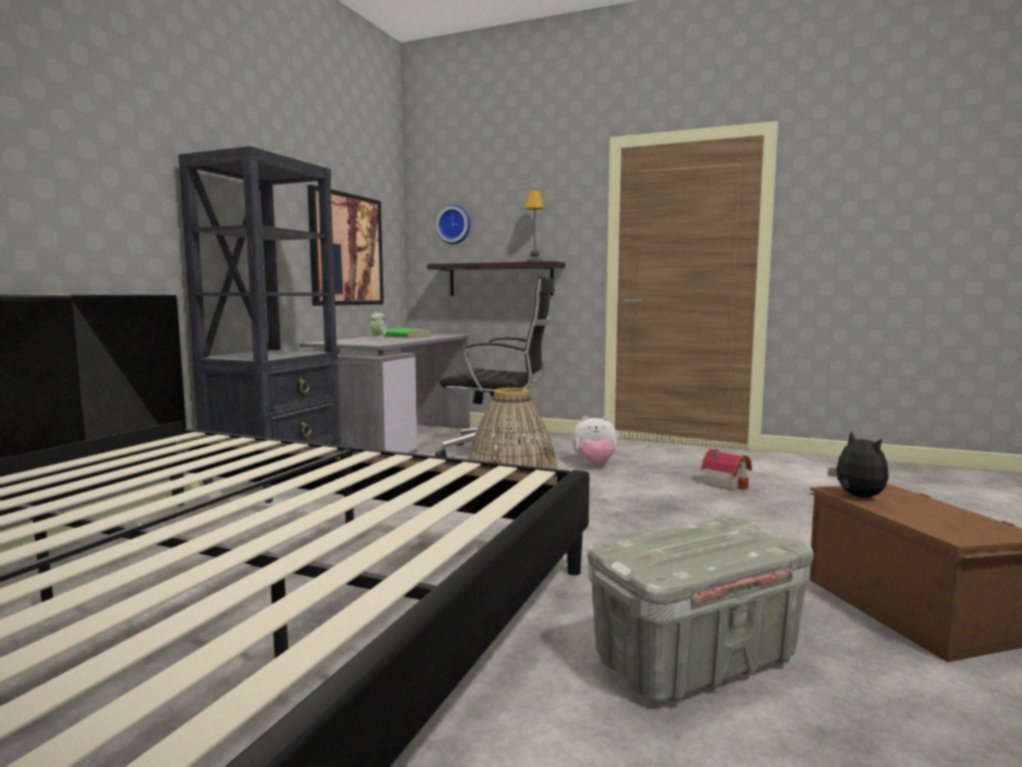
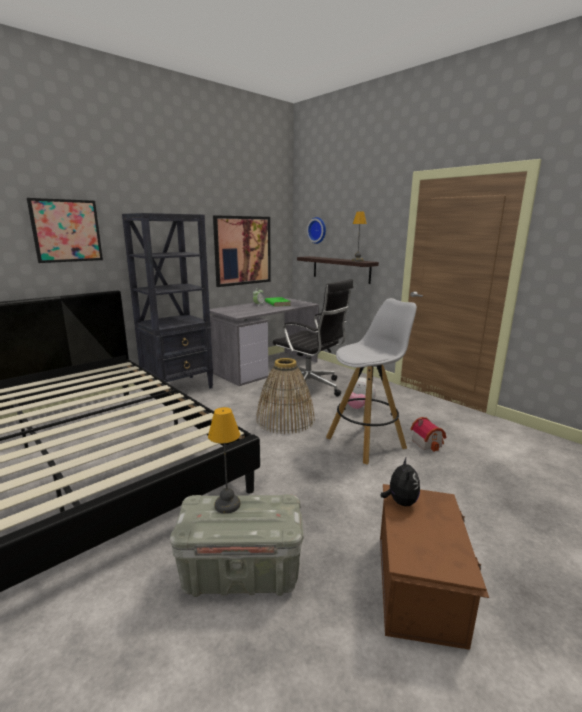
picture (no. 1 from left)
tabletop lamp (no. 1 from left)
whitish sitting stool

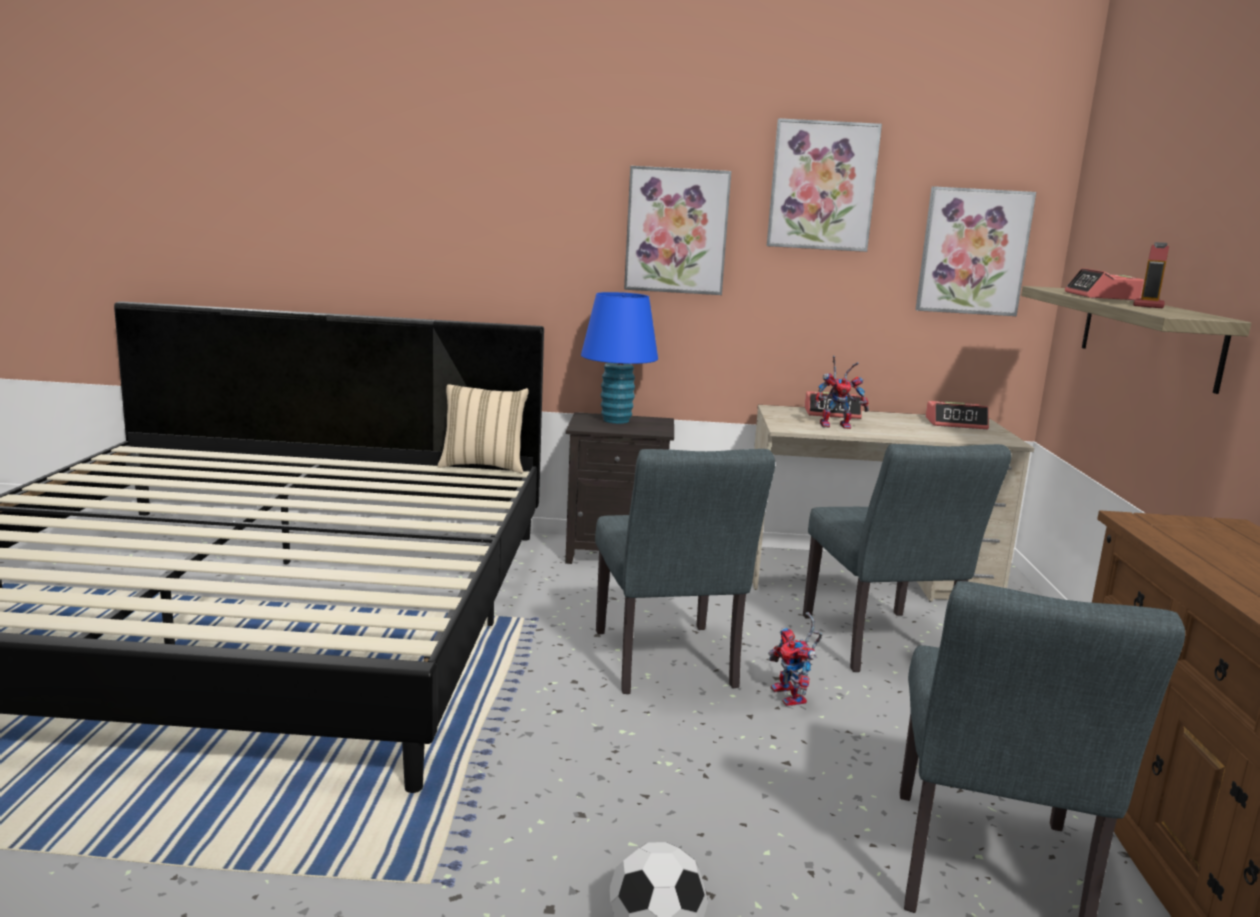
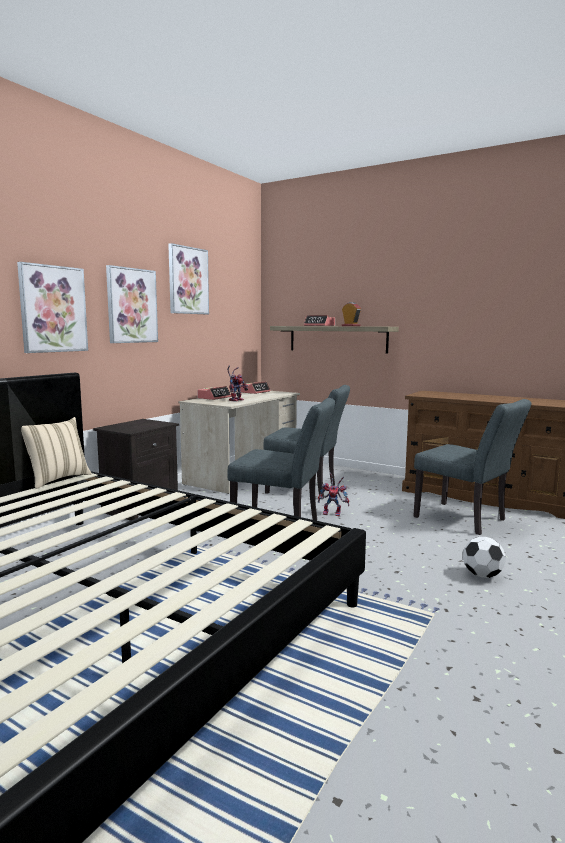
blue-coloured tabletop lamp
picture (no. 1 from left)

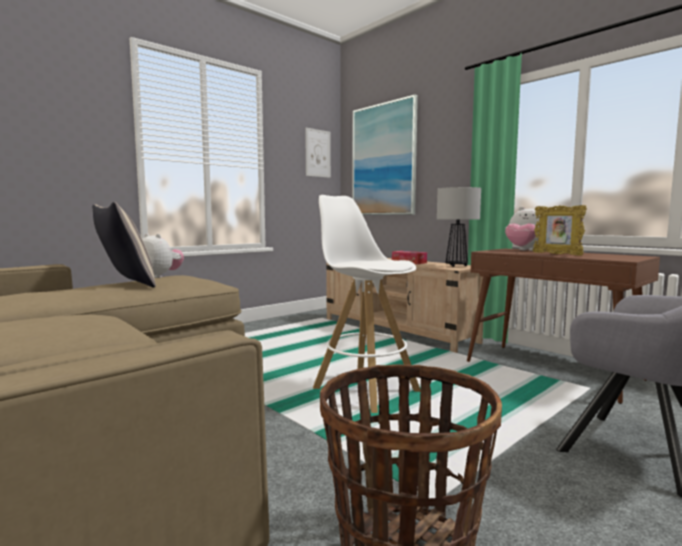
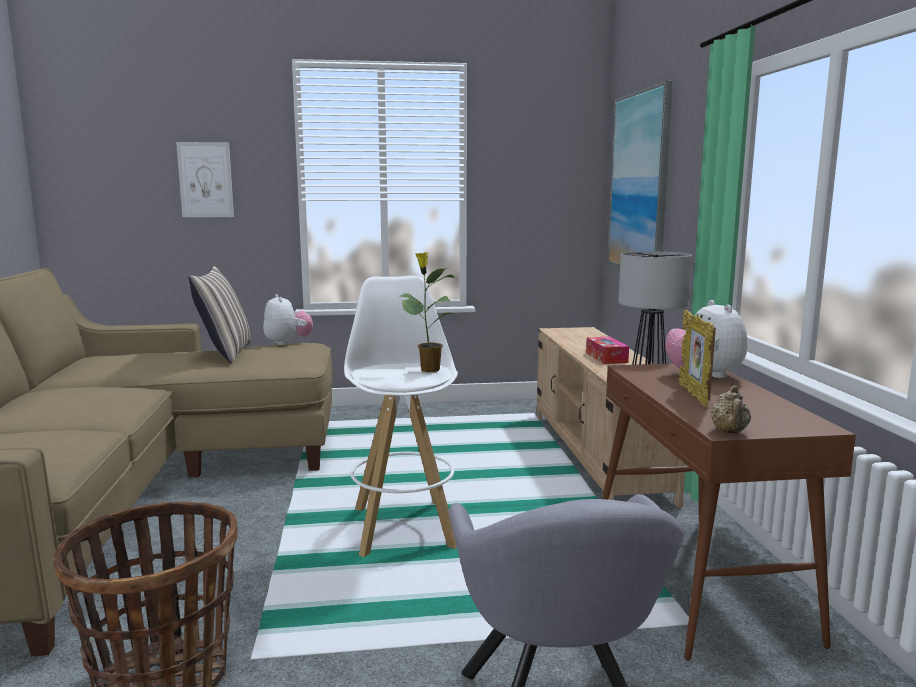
potted plant
sand-coloured pot for tea
picture (no. 1 from left)

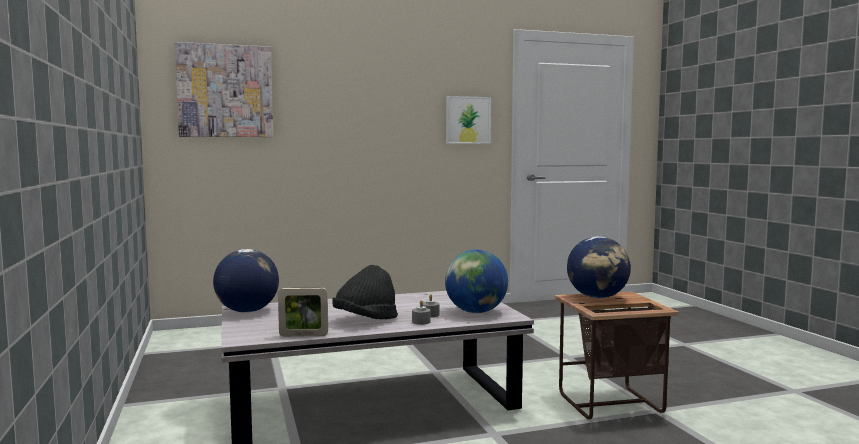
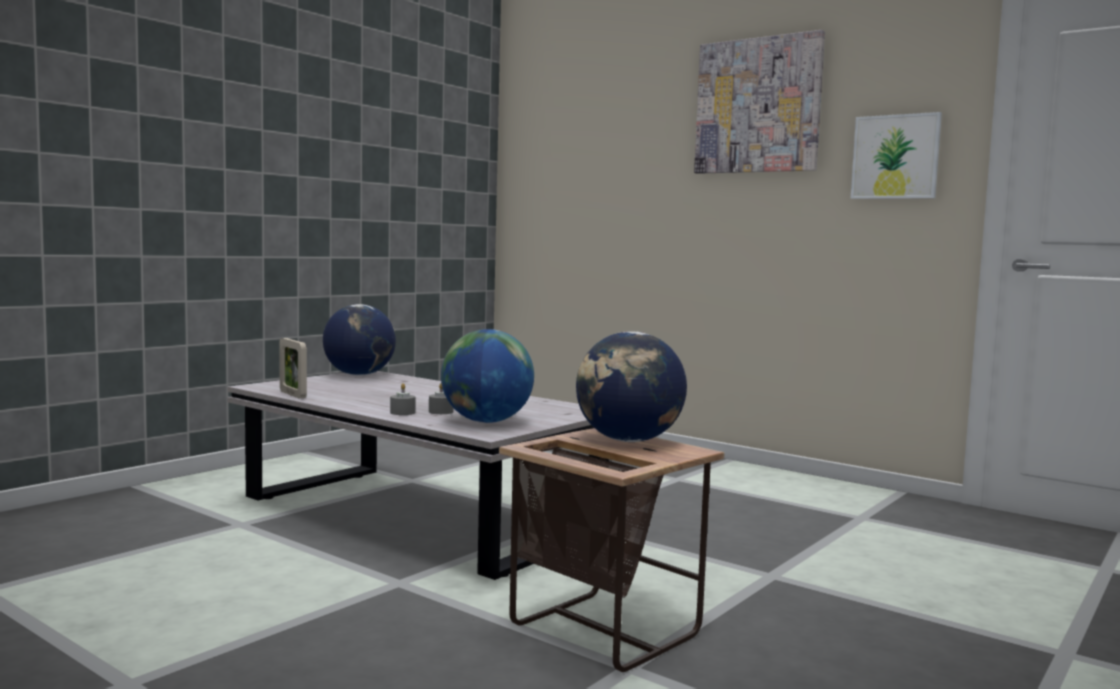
black-coloured clothing hat
picture (no. 1 from left)

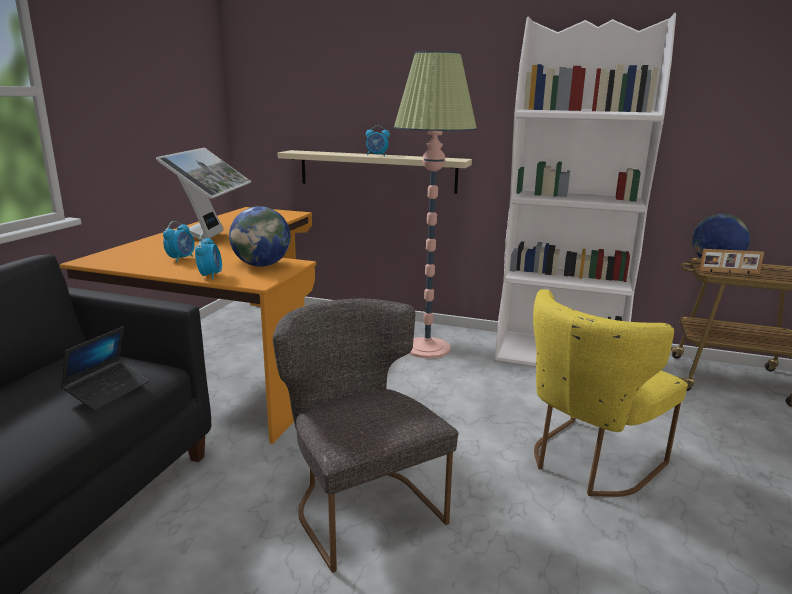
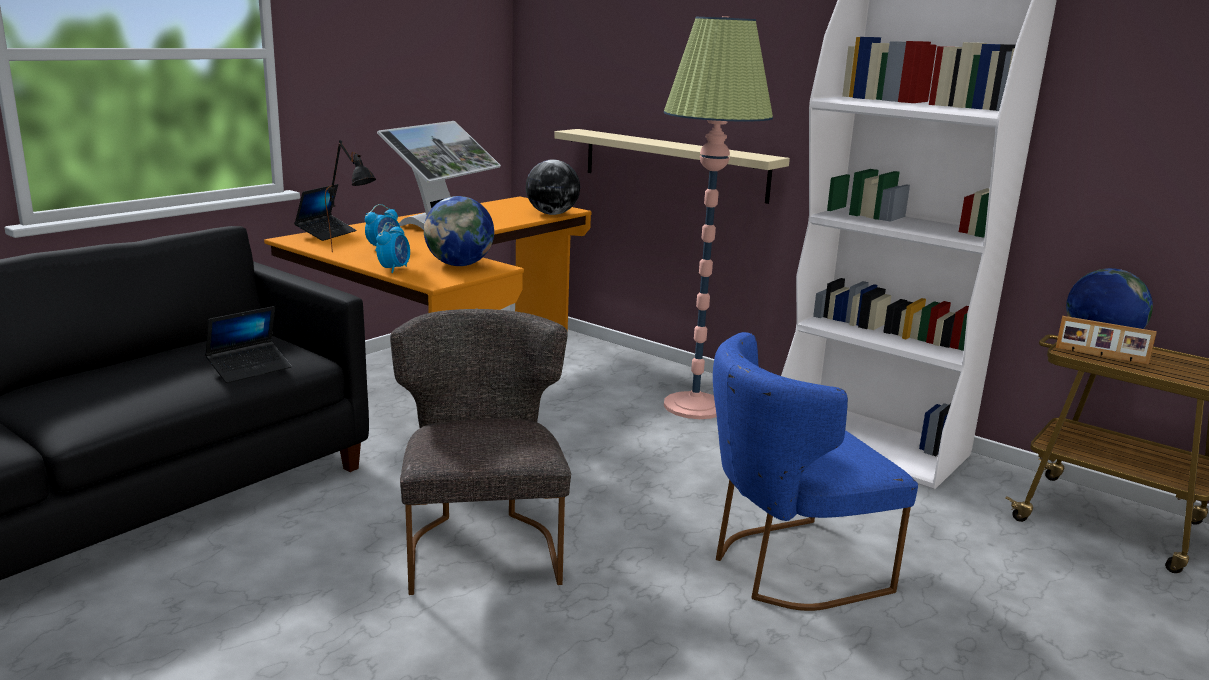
bedside clock (no. 3 from left in the first image)
portable computer (no. 2 from left)
black-coloured tabletop lamp
desk globe (no. 2 from left)
blue-coloured upright chair

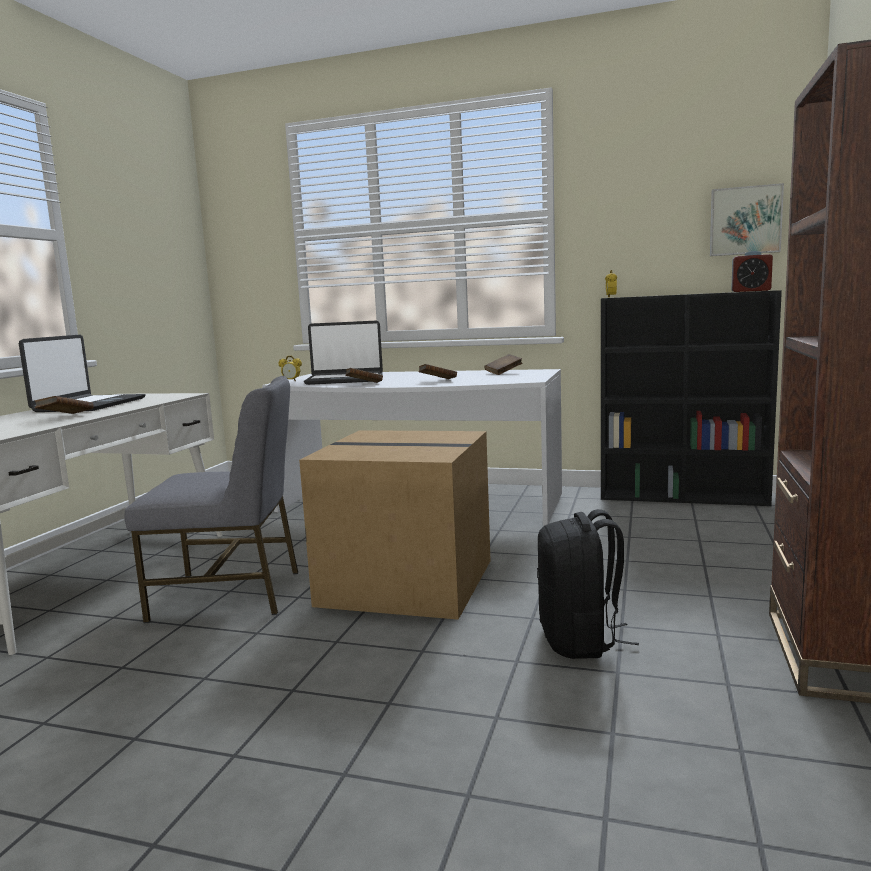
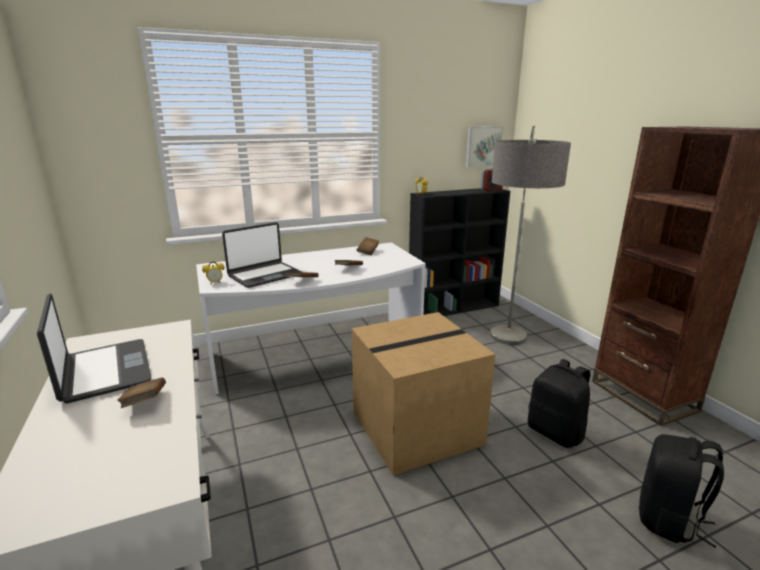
gray upright chair
floor lamp
black-coloured knapsack (no. 2 from left)

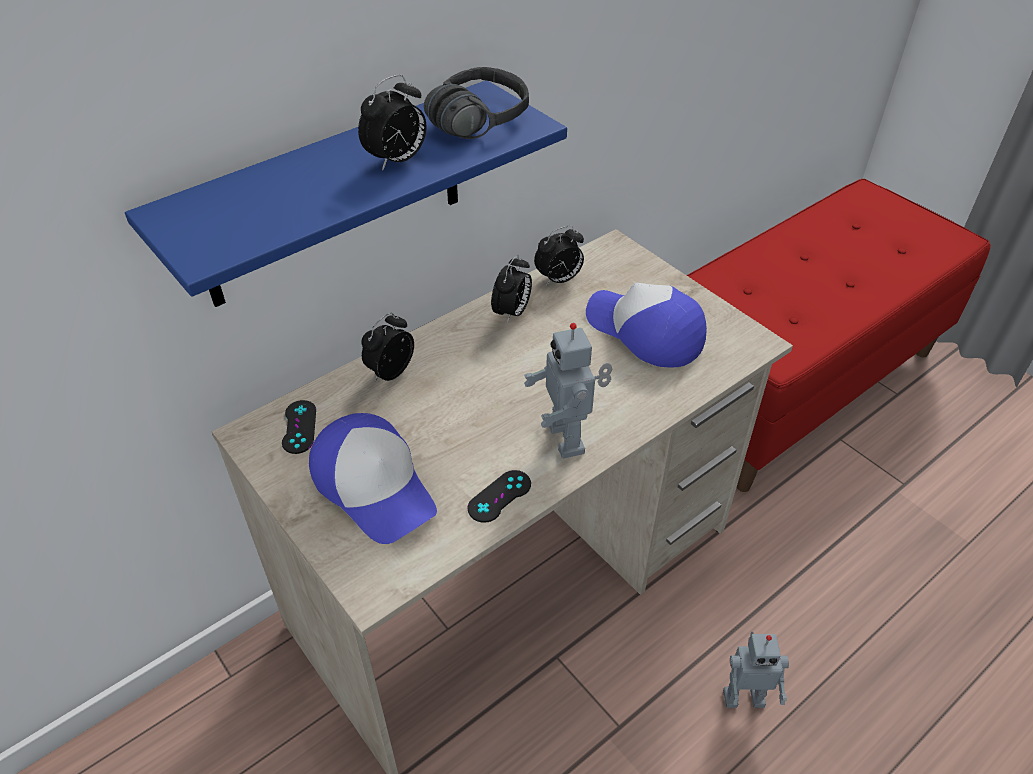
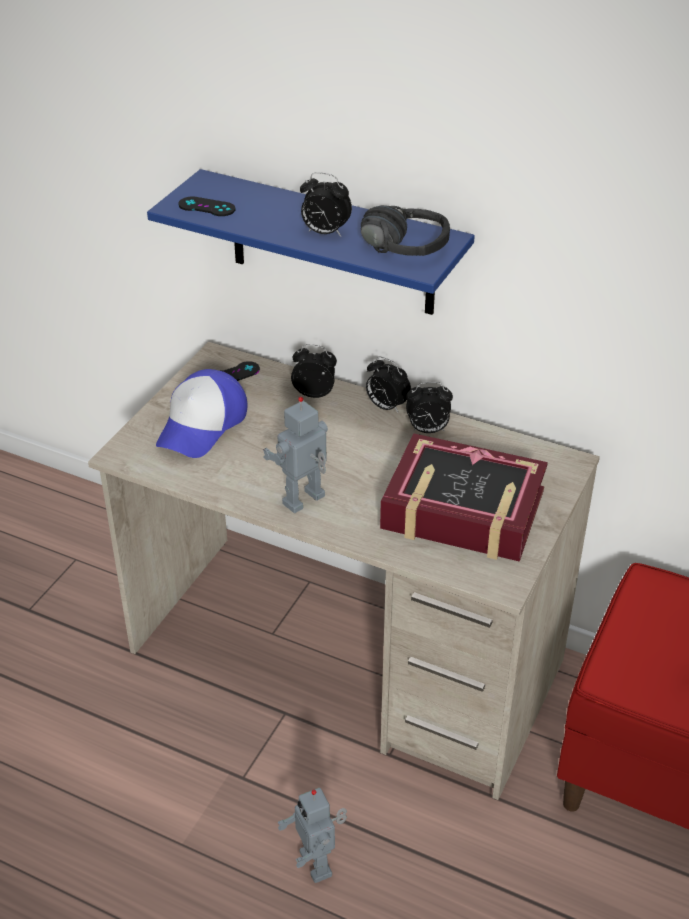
black-coloured gamepad (no. 1 from left)
bedside clock (no. 3 from left)
bound book

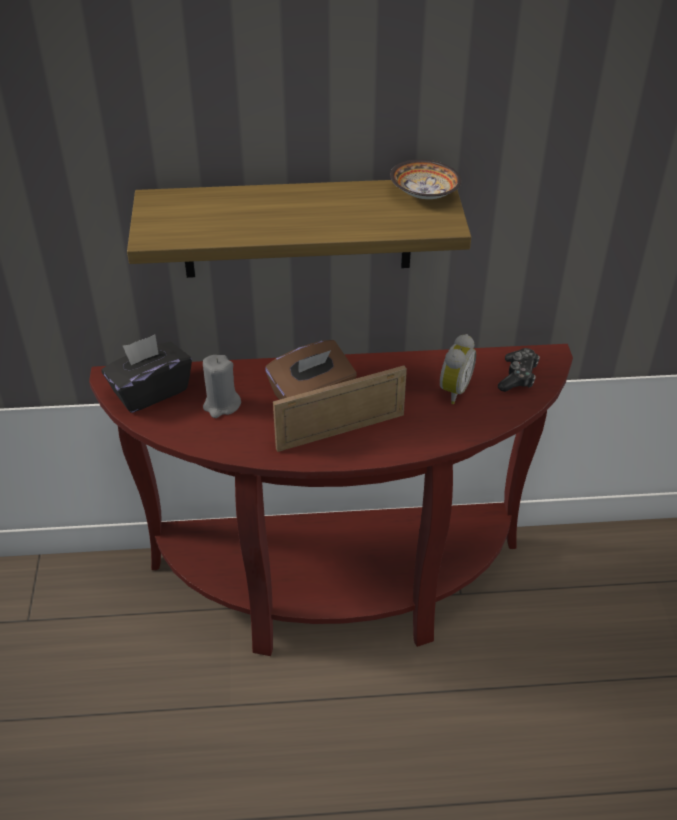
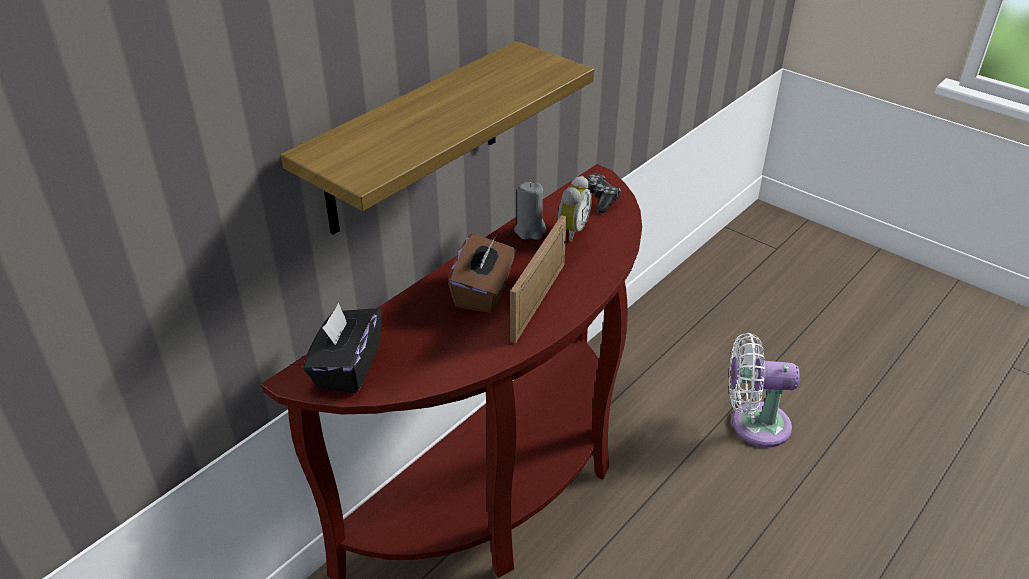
serving bowl
whitish electric fan
gray wax light
bedside clock

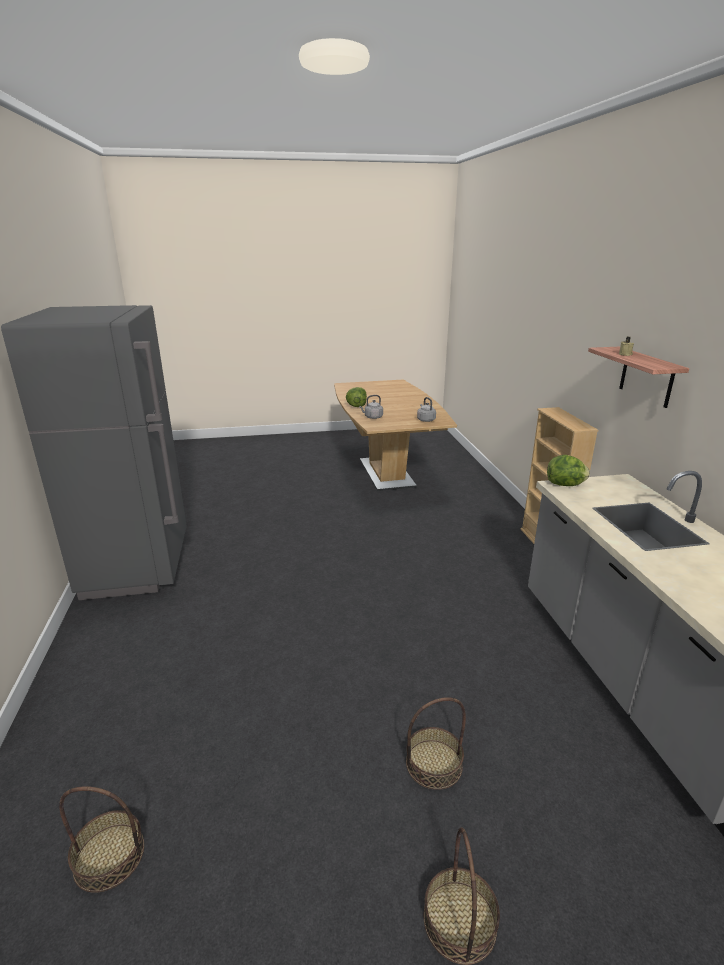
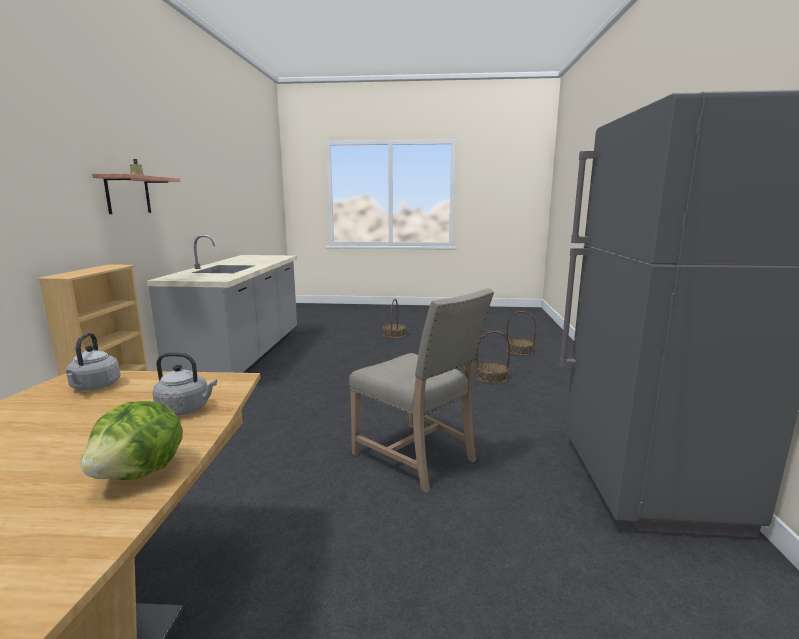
lettuce (no. 2 from left in the first image)
sand-coloured upright chair
basket (no. 2 from left)

